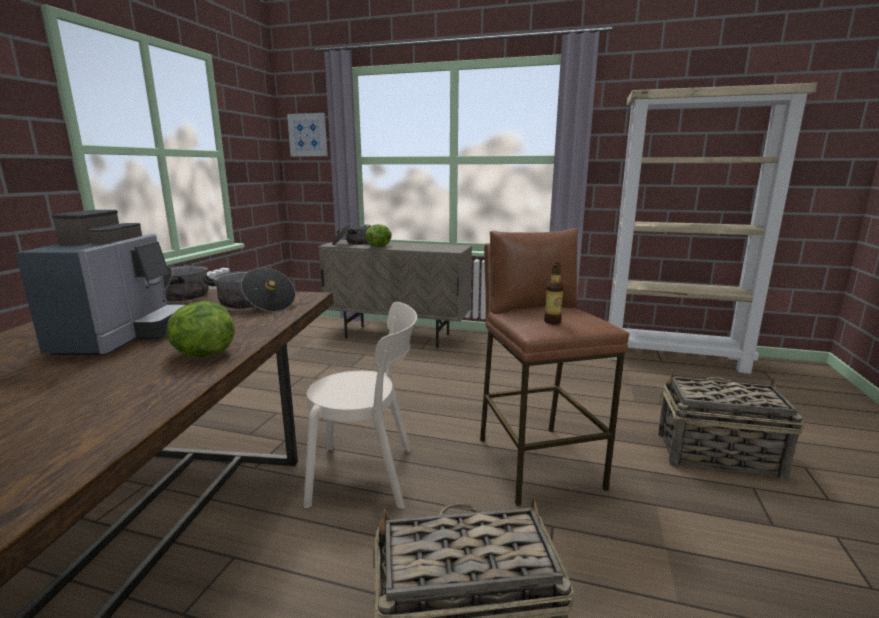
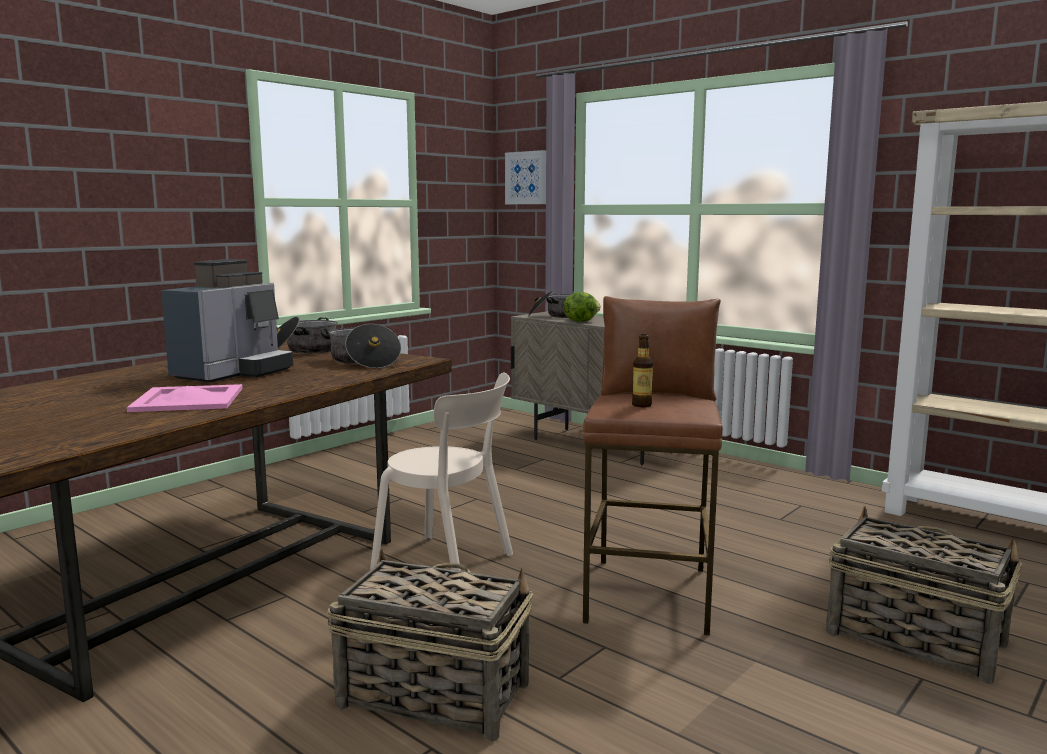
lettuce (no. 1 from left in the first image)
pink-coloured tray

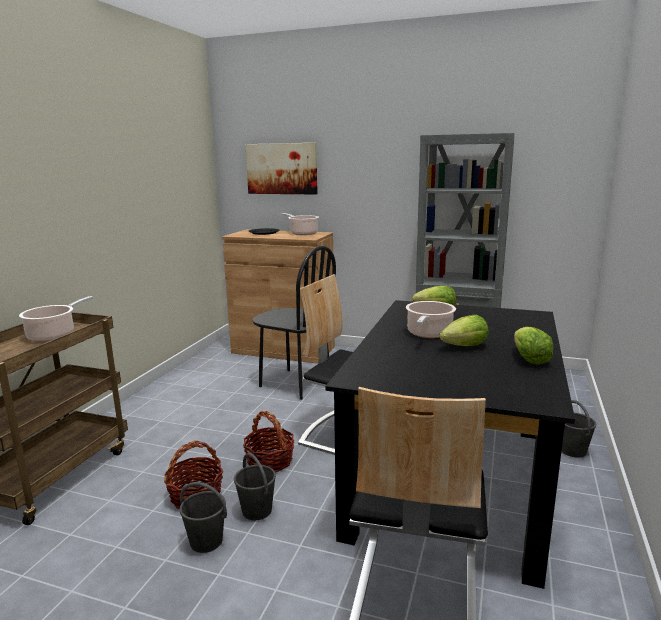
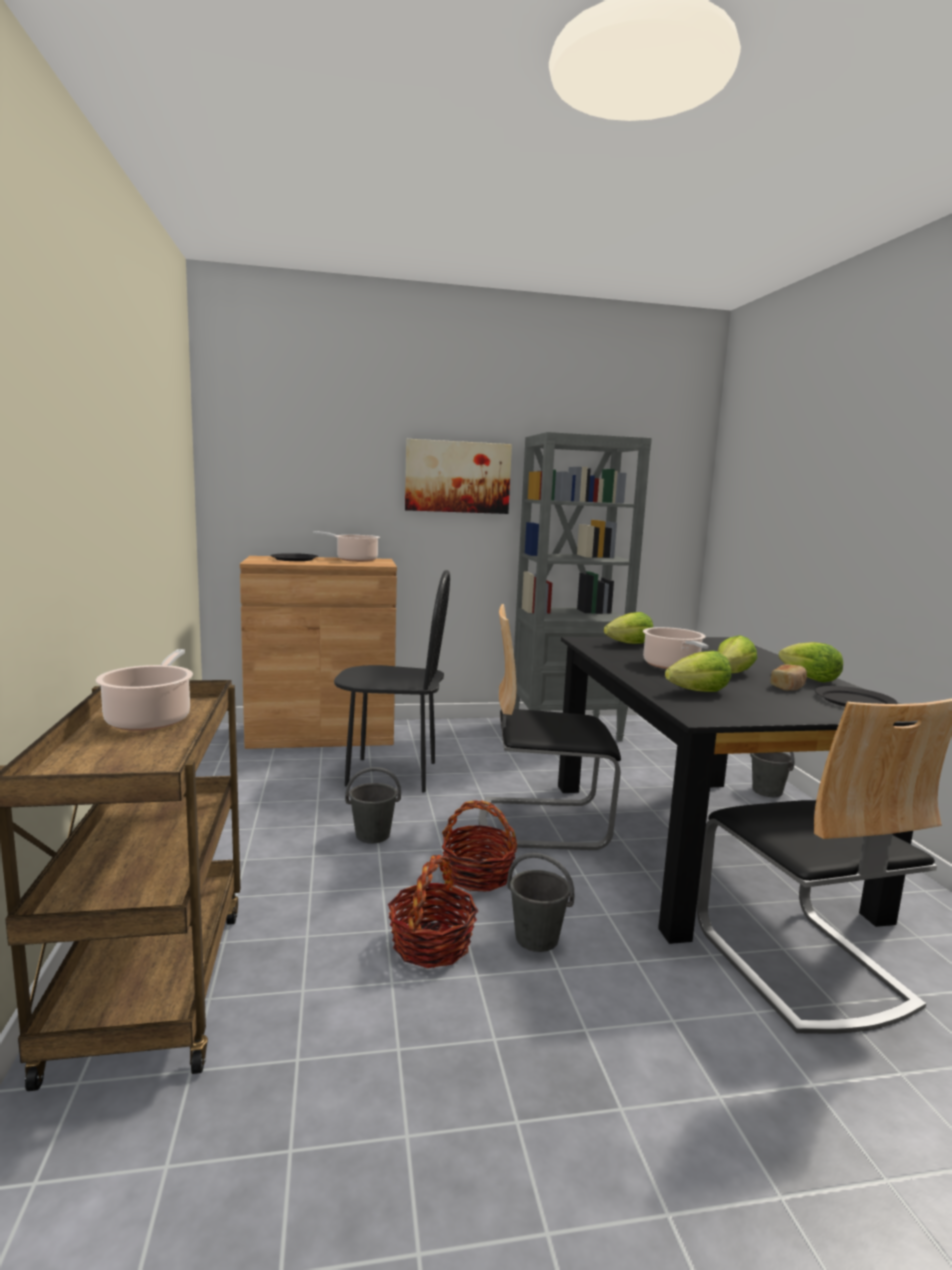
lettuce (no. 2 from left)
bakery bread
black-coloured plate (no. 2 from left)
gray pail (no. 1 from left)
picture

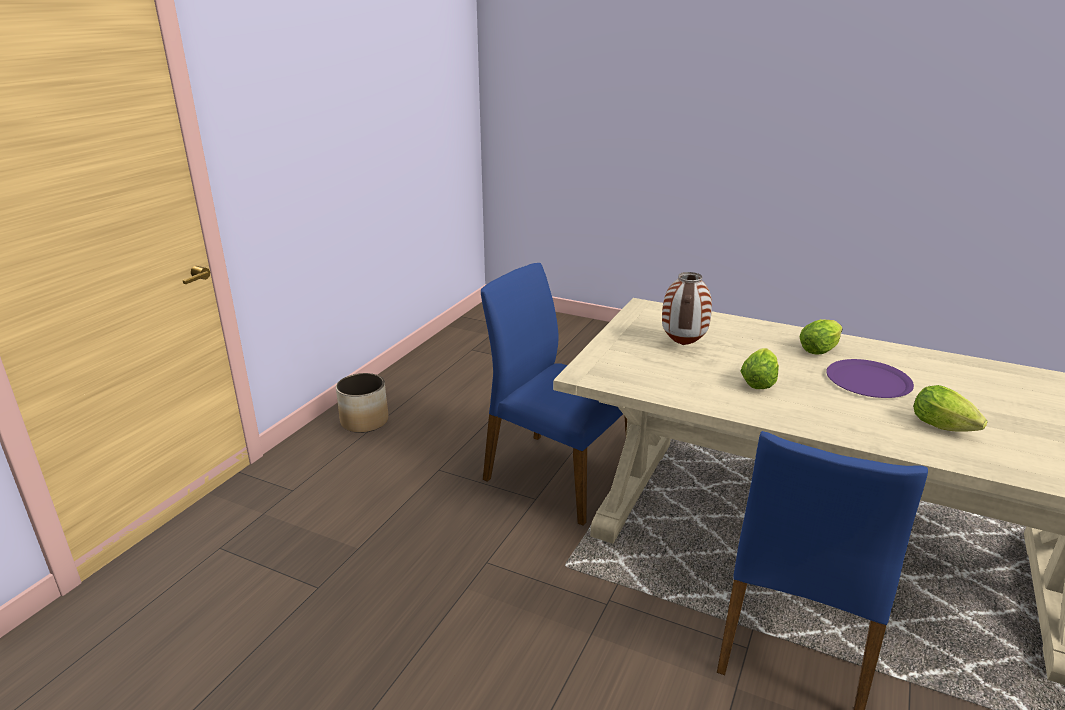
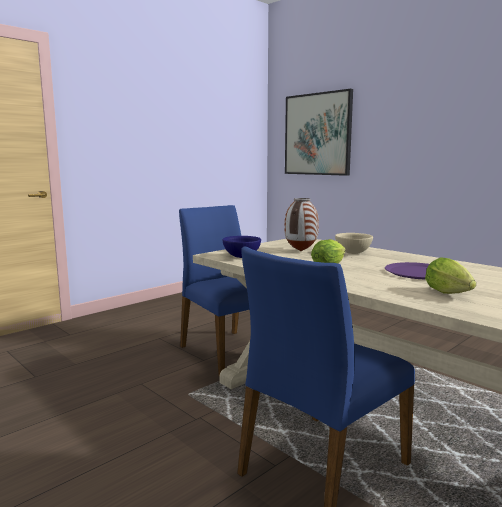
flower pot
lettuce (no. 2 from left in the first image)
blue-coloured serving bowl
picture
sand-coloured serving bowl

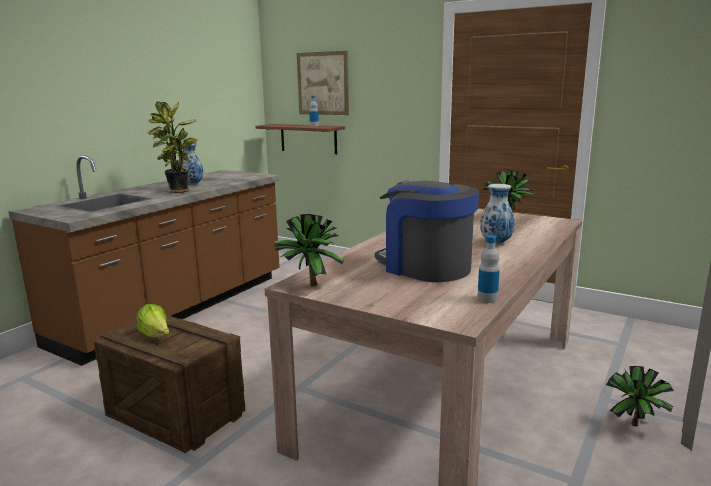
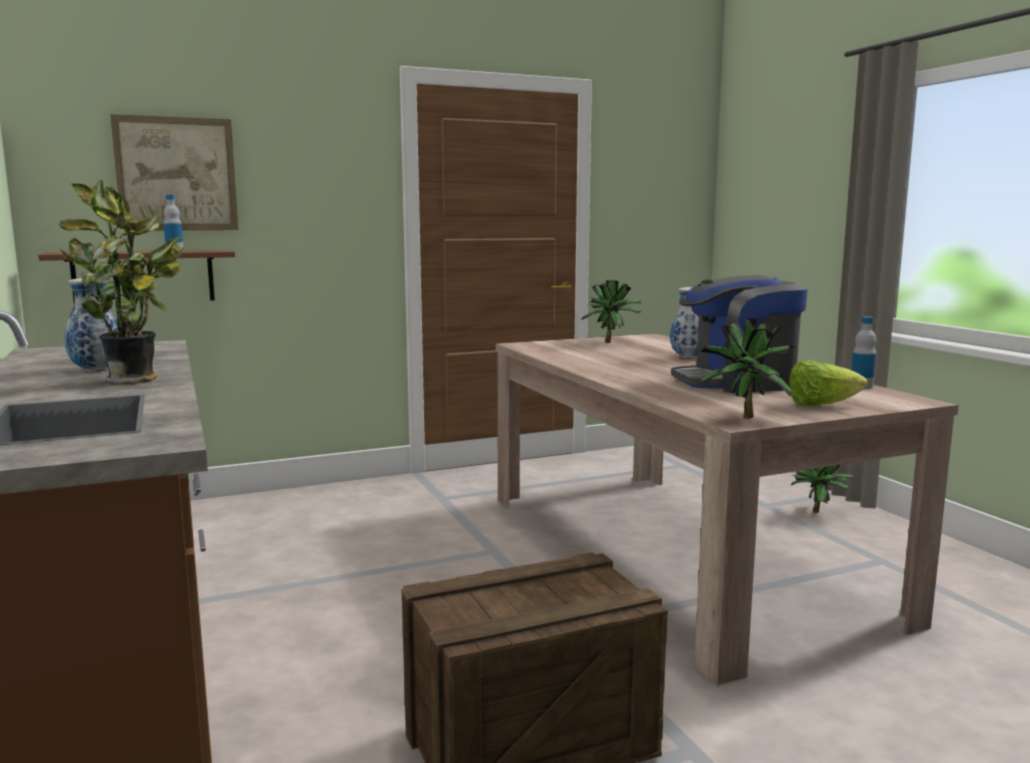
lettuce

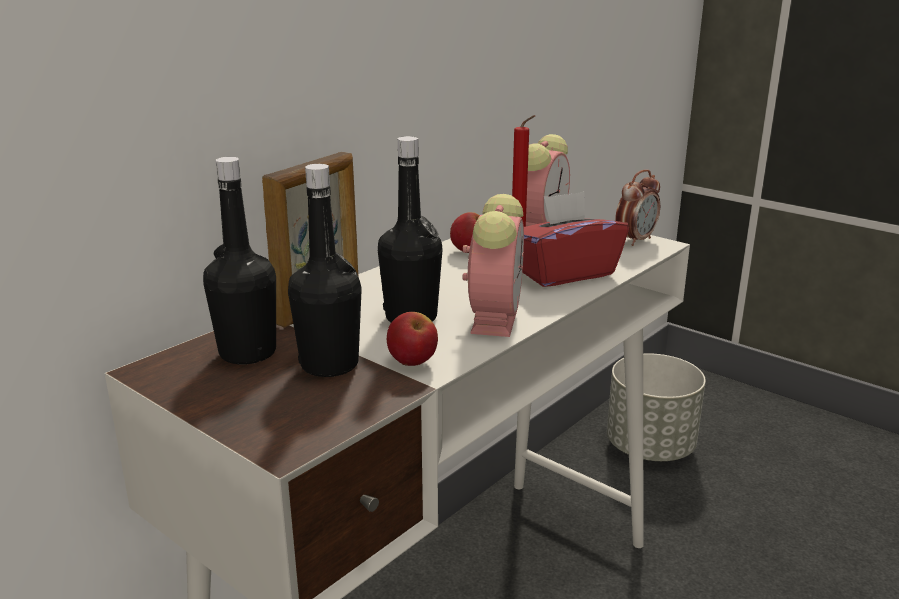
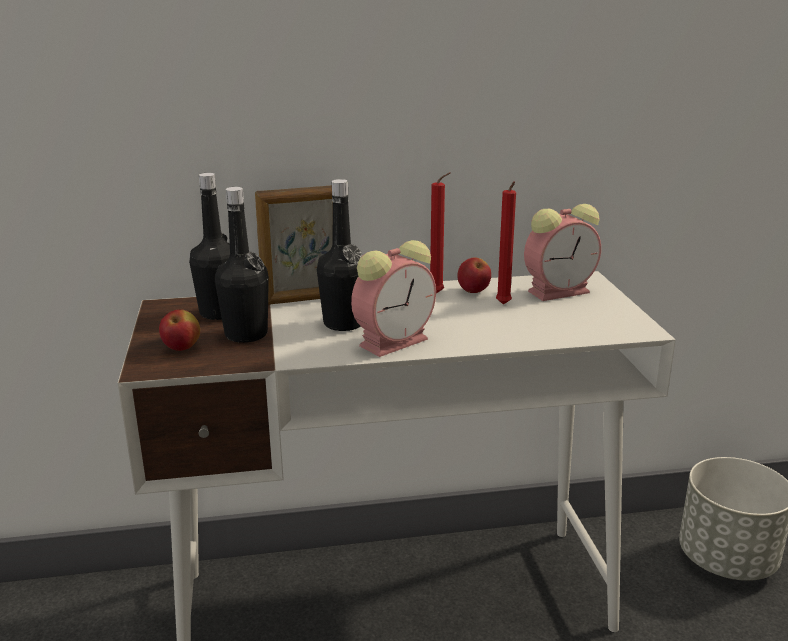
red box of tissues
bedside clock (no. 3 from left in the first image)
red wax light (no. 1 from left)
apple fruit (no. 1 from left)

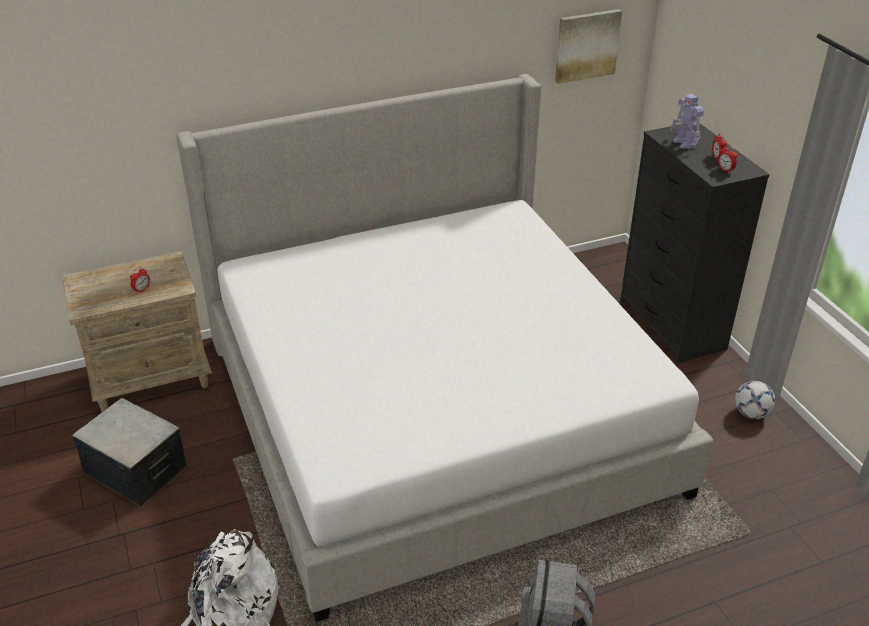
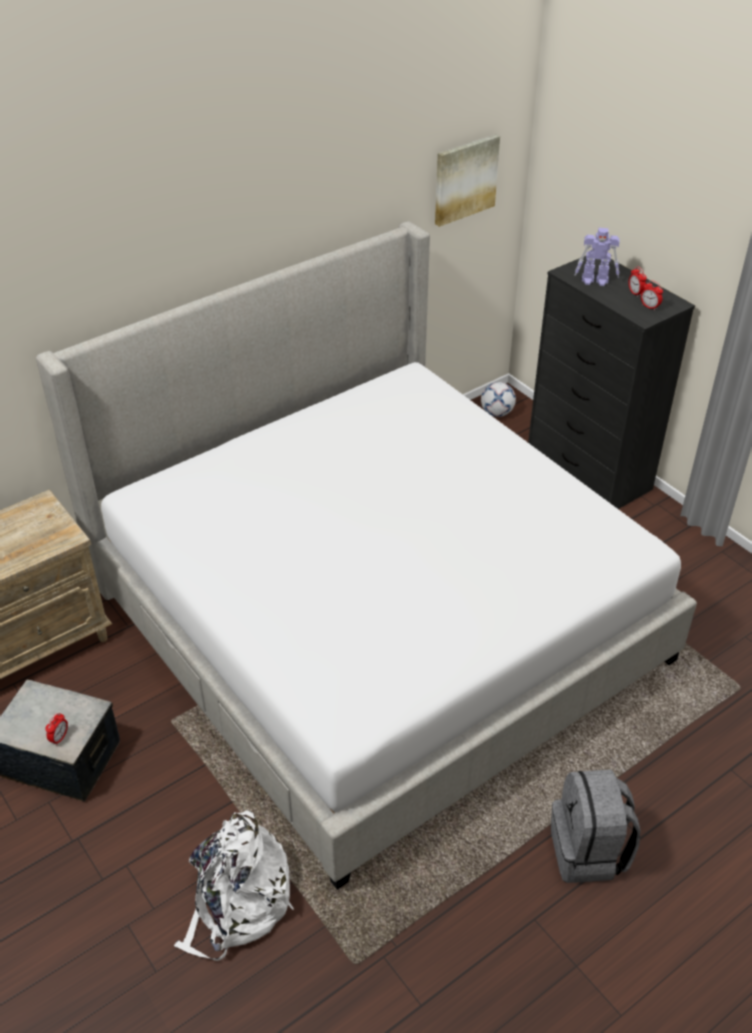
bedside clock (no. 1 from left)
football ball
robot figure

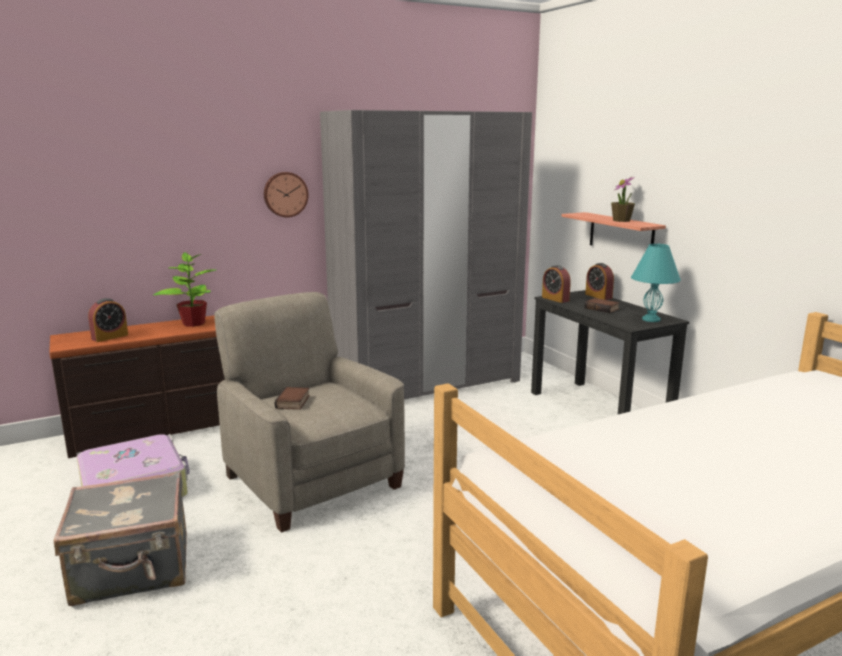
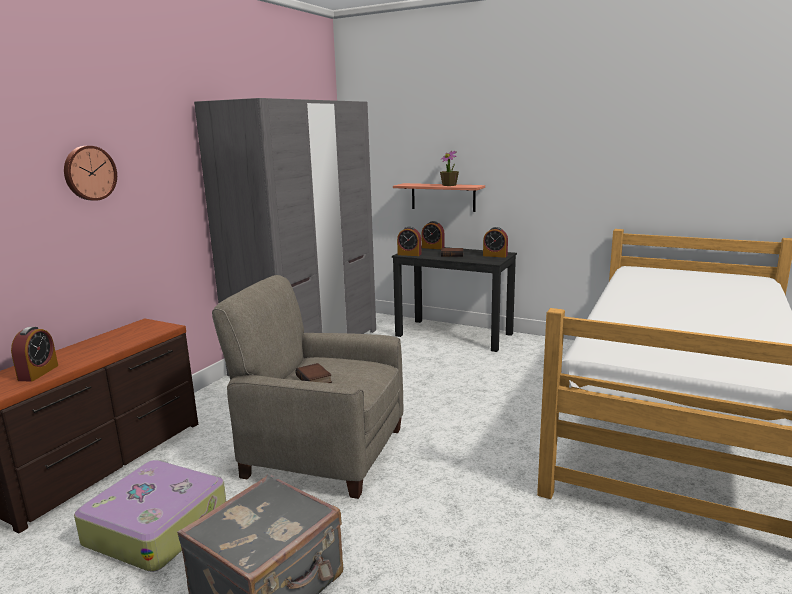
potted plant (no. 1 from left in the first image)
clock on the wall
bedside clock (no. 4 from left)

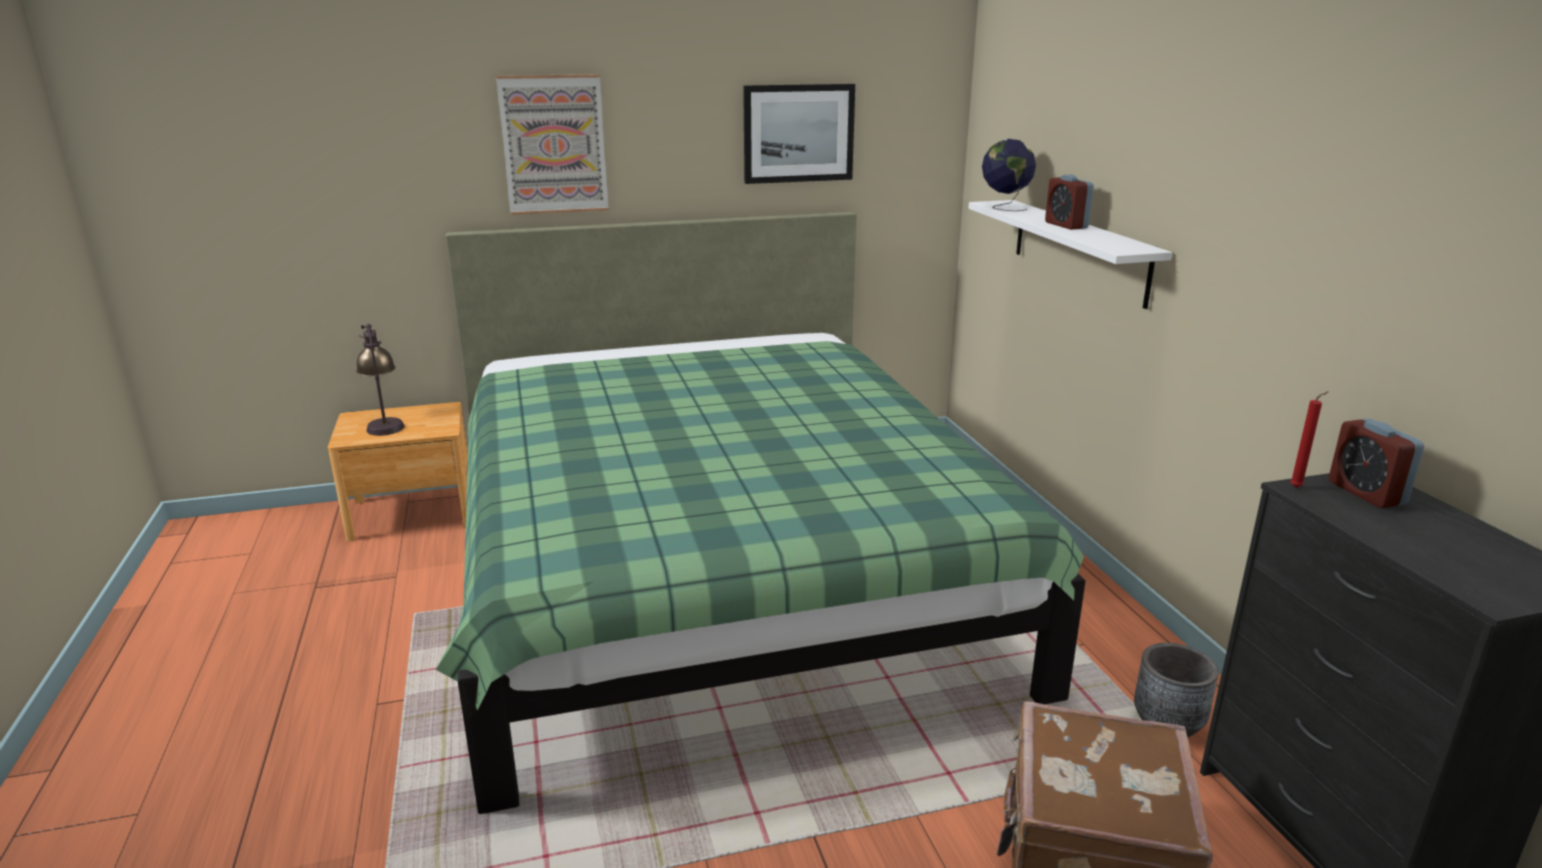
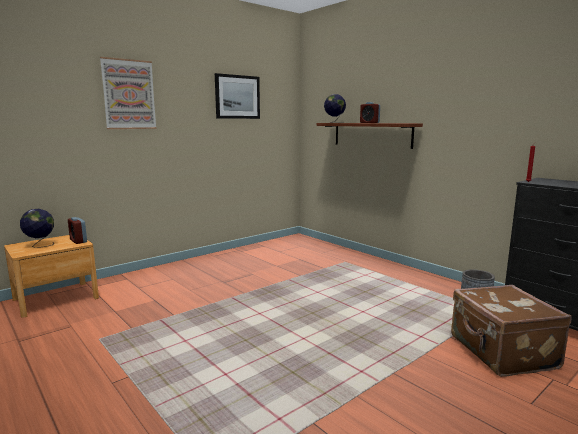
green-coloured bed
bedside clock (no. 1 from left)
desk globe (no. 1 from left)
brown wall shelf

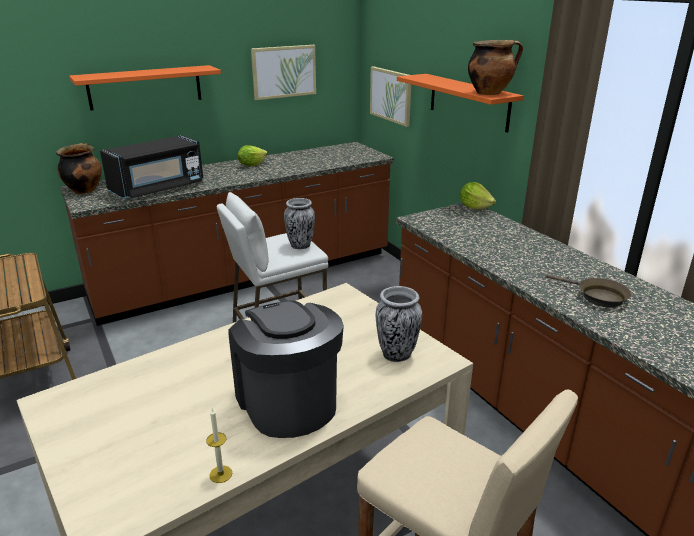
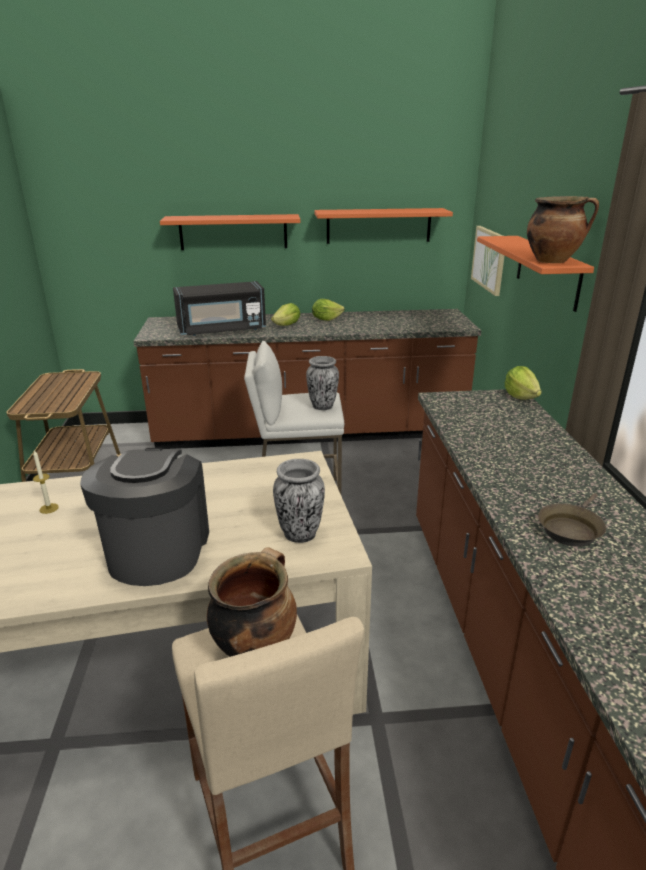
lettuce (no. 1 from left)
saucepot (no. 1 from left)
wax light
orange wall shelf (no. 2 from left)
brown frying pan

